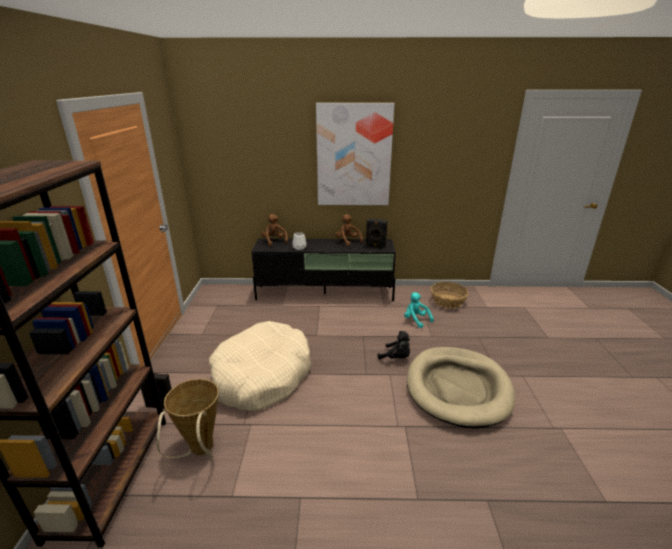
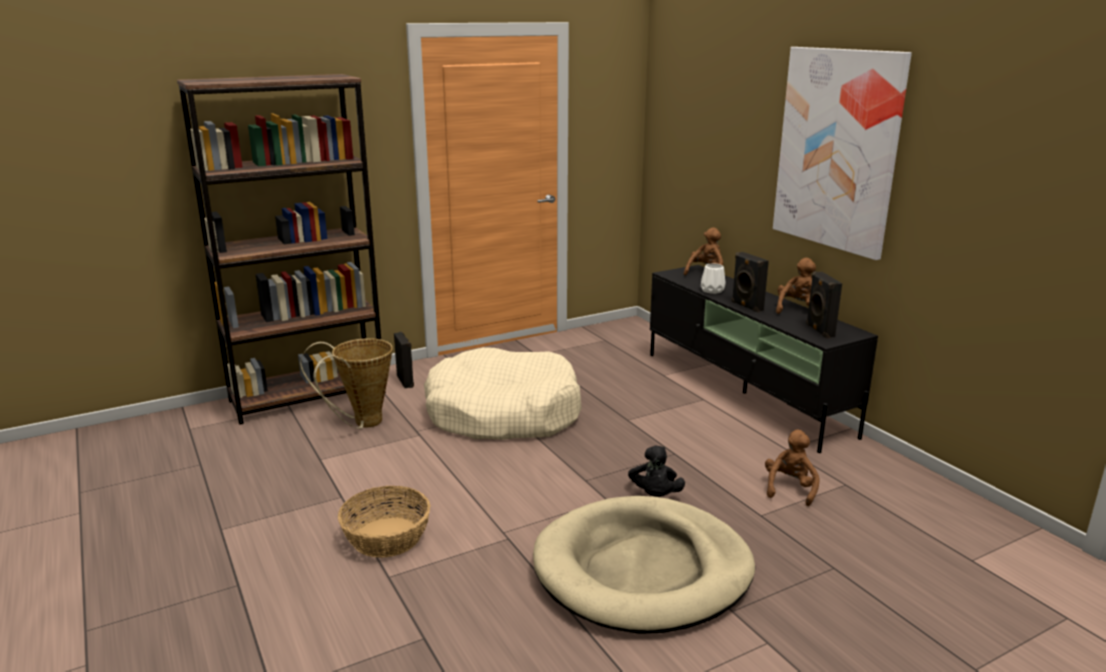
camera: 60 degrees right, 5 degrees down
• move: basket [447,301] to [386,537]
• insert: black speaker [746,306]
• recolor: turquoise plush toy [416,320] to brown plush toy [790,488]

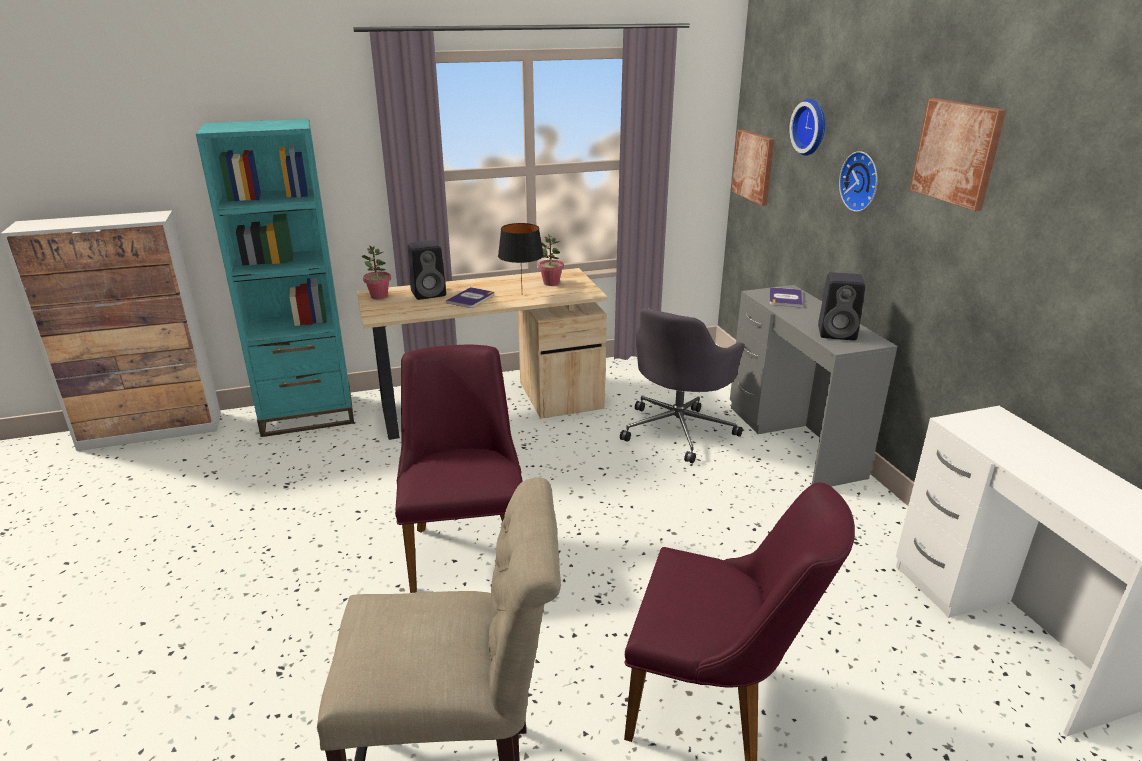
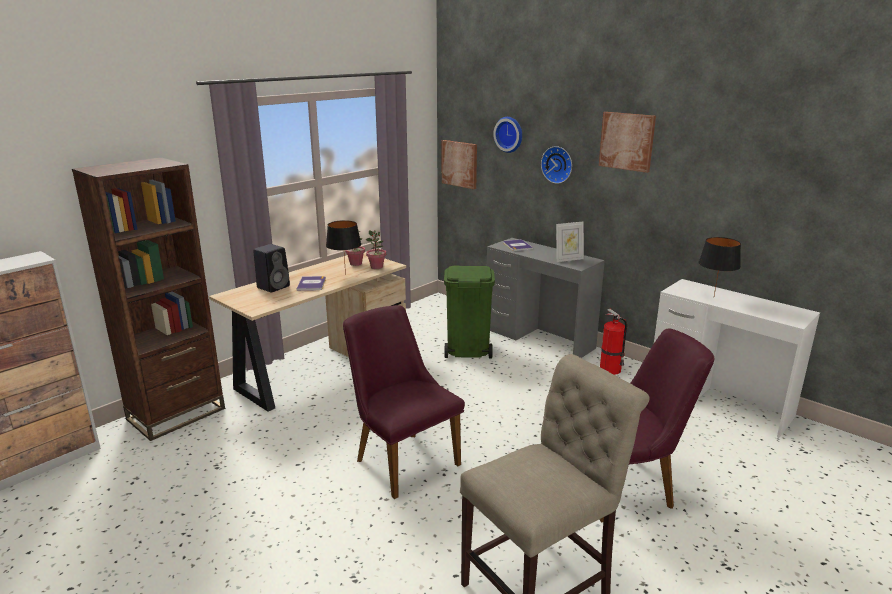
camera: 30 degrees left, 5 degrees down
• recolor: turquoise bookcase [308,415] to brown bookcase [176,414]
• move: potted plant [379,296] to [376,267]
• replace: grey office chair [679,430] to green trash can [467,350]
• replace: black speaker [838,333] to picture frame [568,259]
• insert: fire extinguisher [611,370]
• insert: black table lamp [714,297]

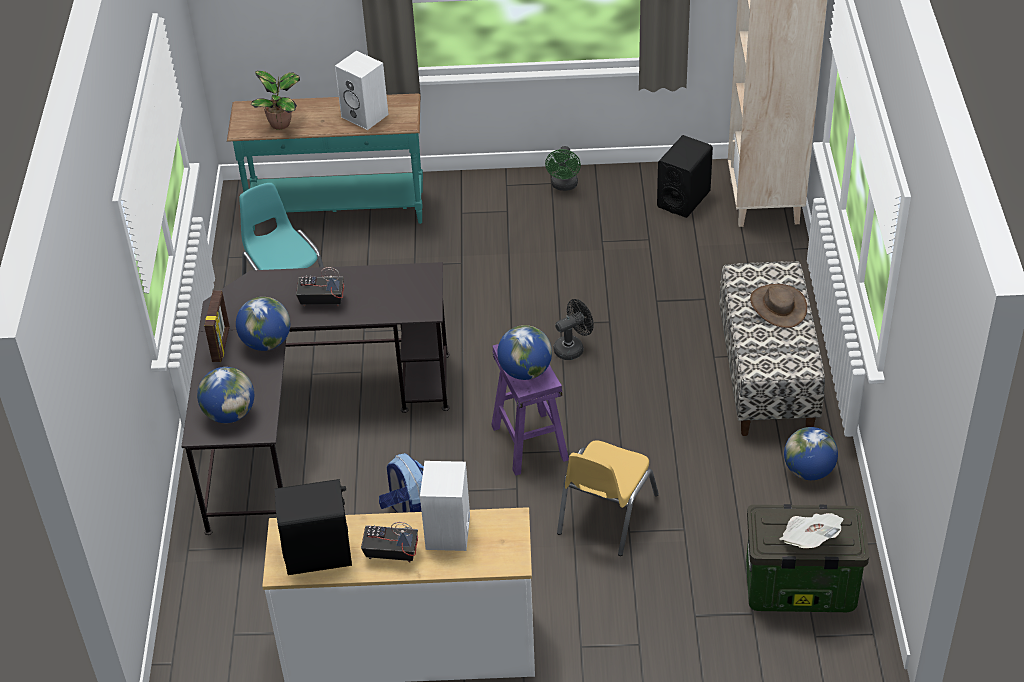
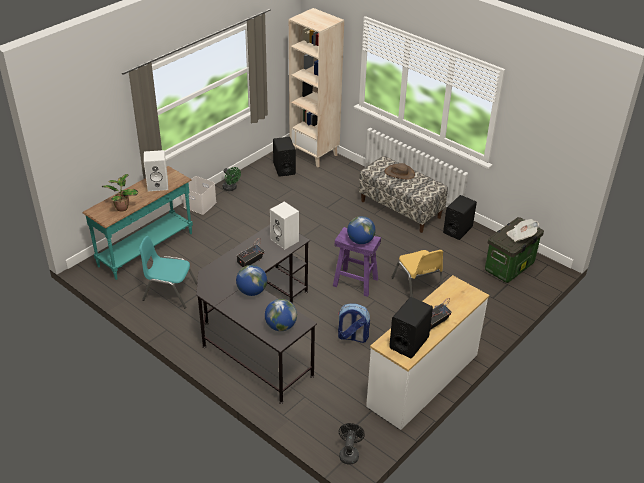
camera: 50 degrees left, 5 degrees down
• insert: white storage box [200,204]
• move: white speaker [449,533] to [285,240]
• move: black fan [573,348] to [349,453]
• replace: globe [808,471] to black speaker [457,230]
• delete: picture frame [221,345]

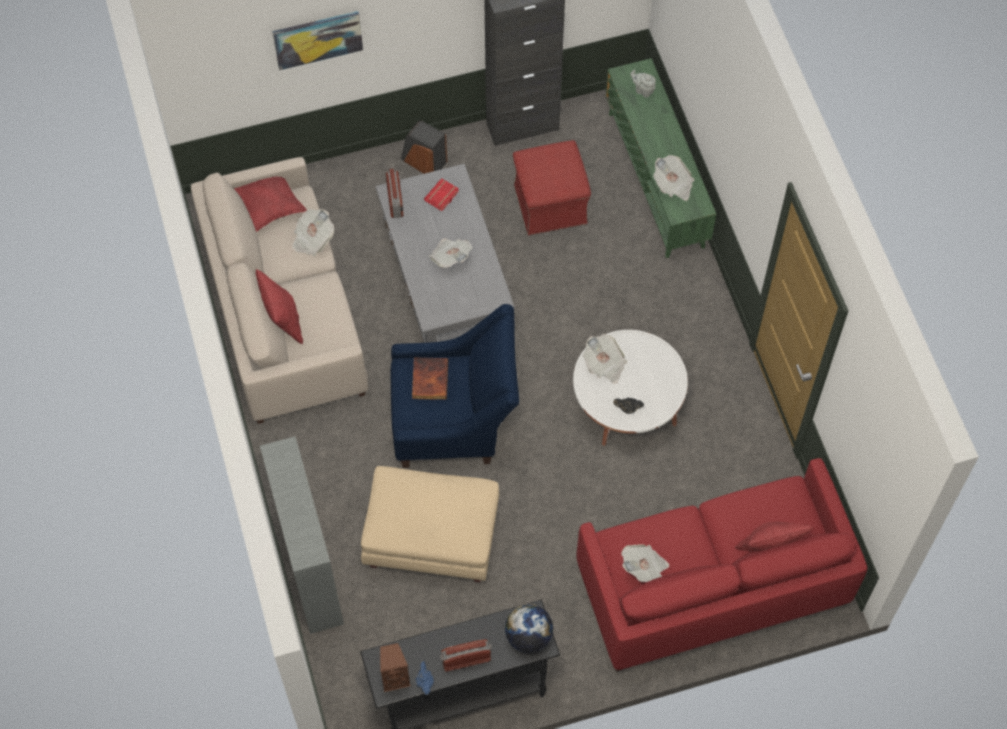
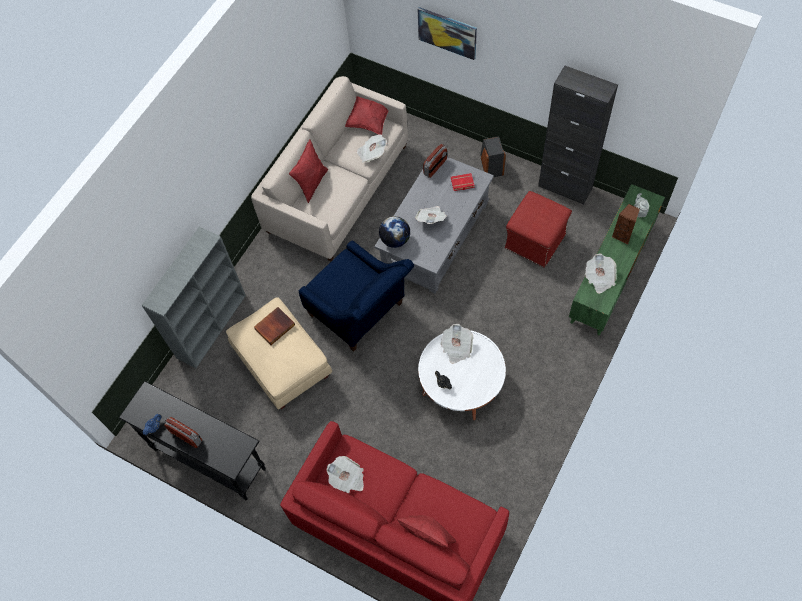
camera: 50 degrees right, 0 degrees up
• move: book [429,379] to [274,326]
• move: globe [528,636] to [395,240]
• move: brown speaker [395,677] to [623,235]

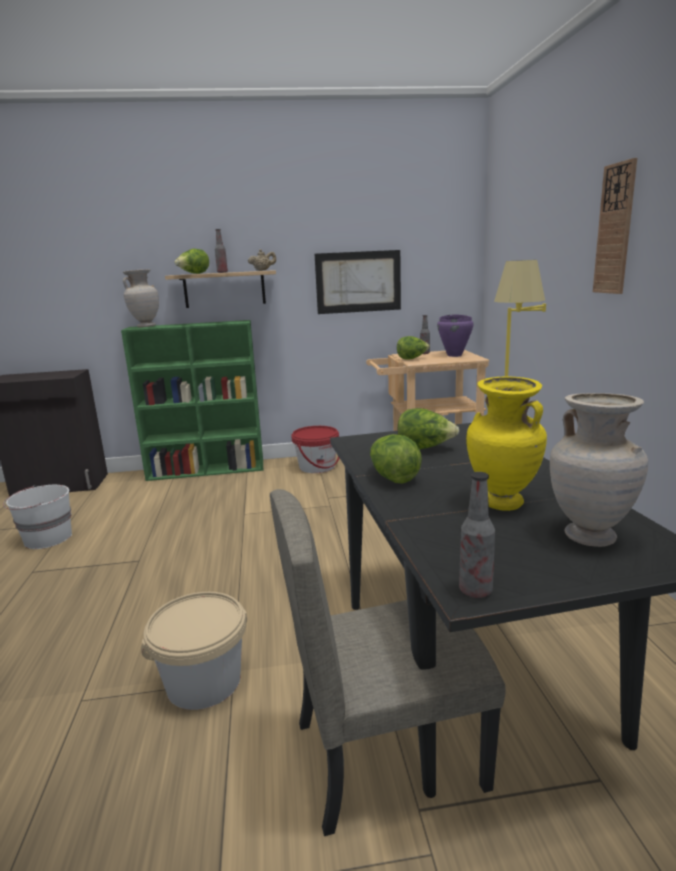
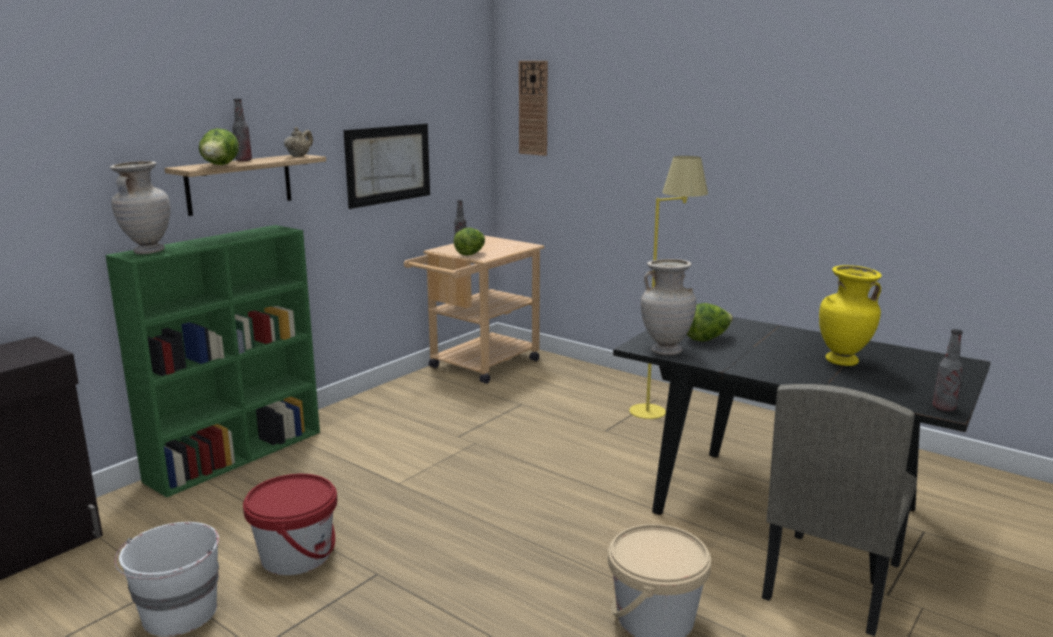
camera: 45 degrees left, 0 degrees up
• move: red bucket [317,467] to [296,555]
• move: wall clock [615,229] to [533,108]
• move: beige vase [590,536] to [666,351]
• delete: lettuce [393,478]
• delete: purple cooking pot [454,355]

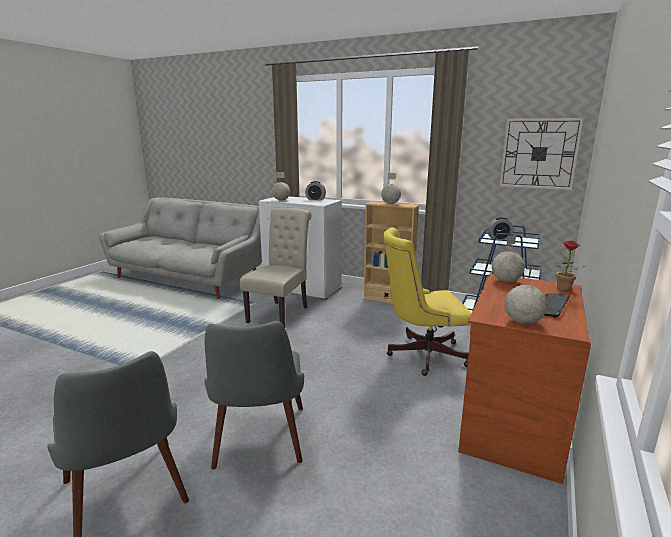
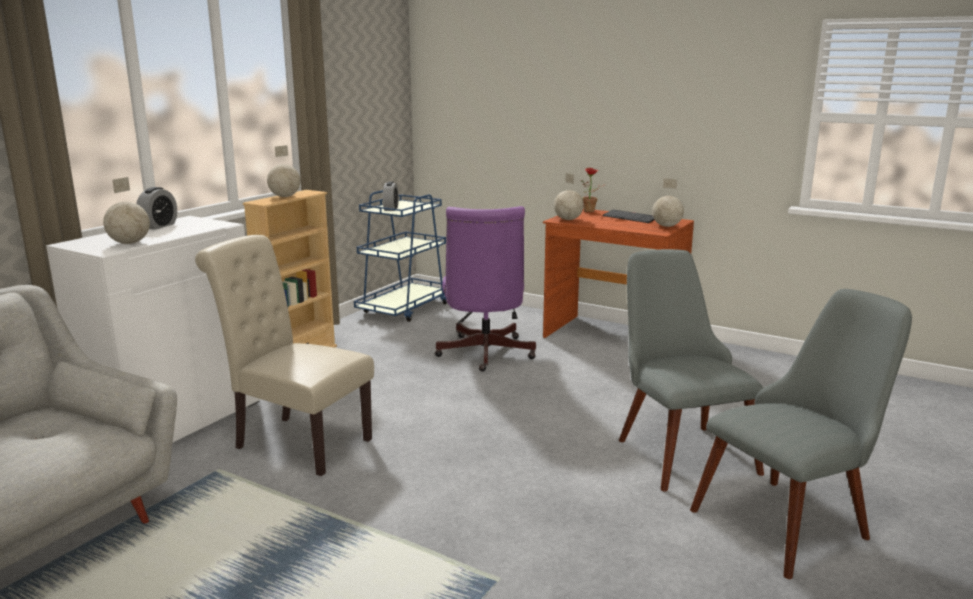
camera: 85 degrees left, 0 degrees up
• recolor: yellow office chair [421,354] to purple office chair [484,355]
• rotate: grey chair [259,445] = [677,448] 105 degrees counterclockwise
• delete: wall clock [539,153]

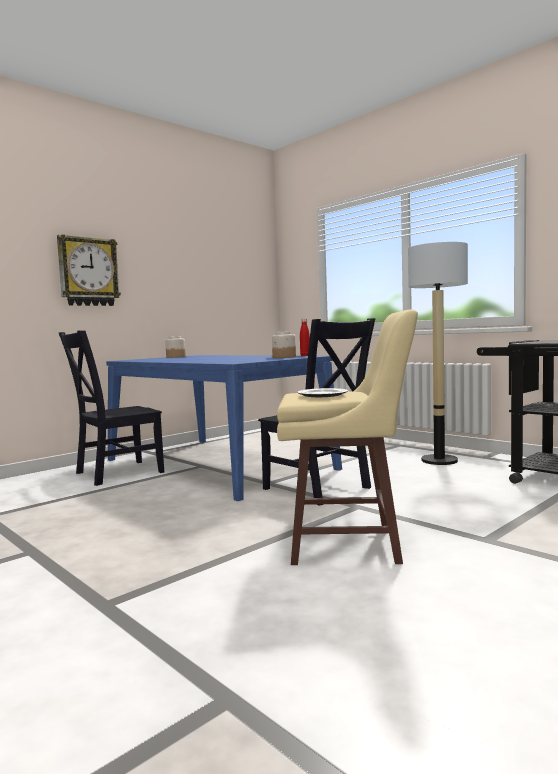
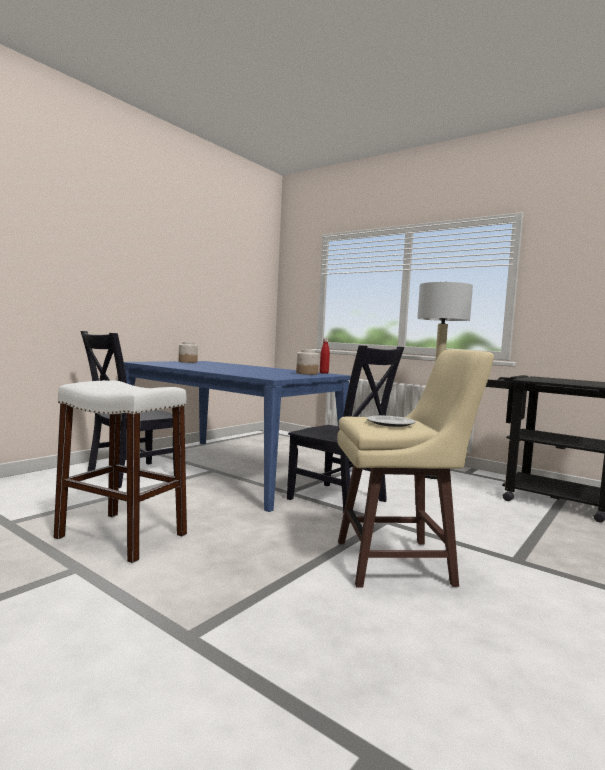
camera: 10 degrees left, 0 degrees up
• insert: white stool [121,536]
• delete: wall clock [88,272]

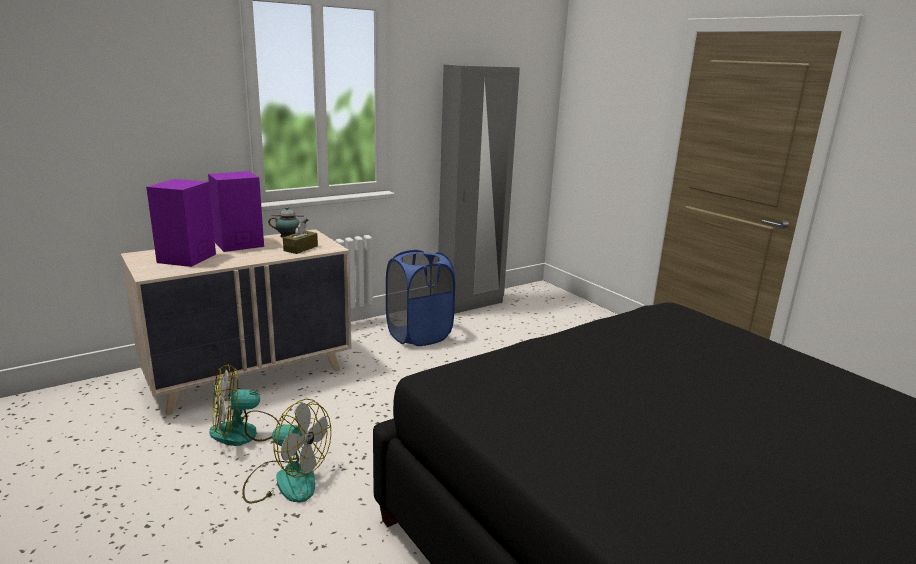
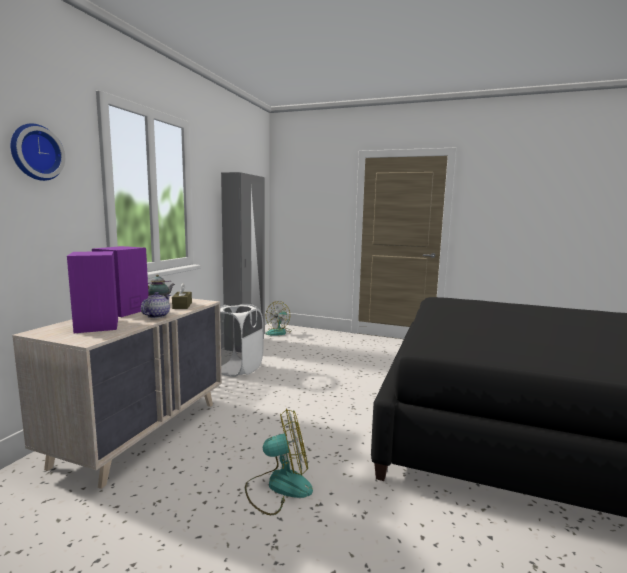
camera: 35 degrees left, 10 degrees down
• insert: wall clock [35,152]
• insert: teapot [156,316]
• recolor: blue laundry basket [419,335] to white laundry basket [238,369]
• move: fan [245,432] to [279,332]

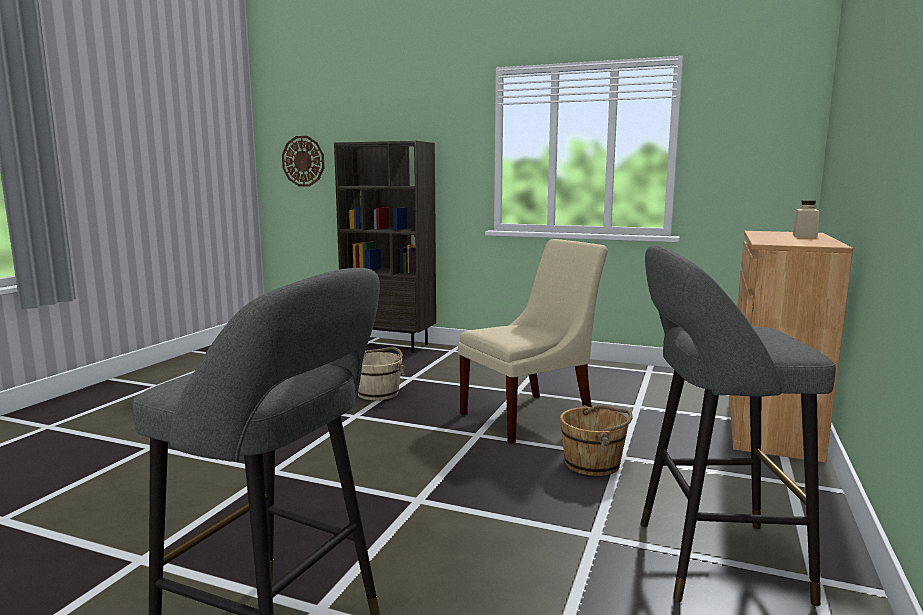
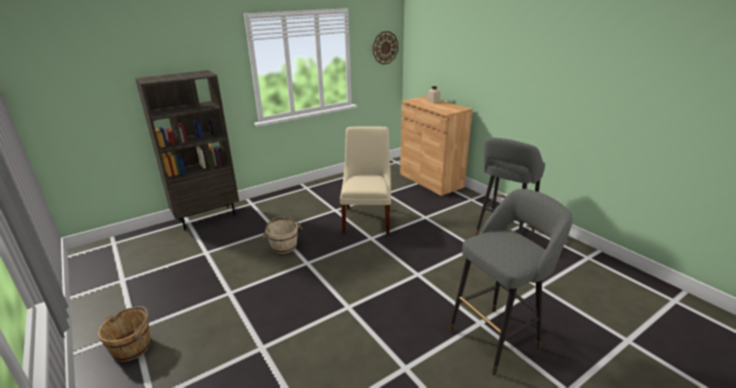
camera: 55 degrees left, 15 degrees up
• move: brown bucket [593,464] to [132,347]
• move: wall clock [303,161] to [385,47]

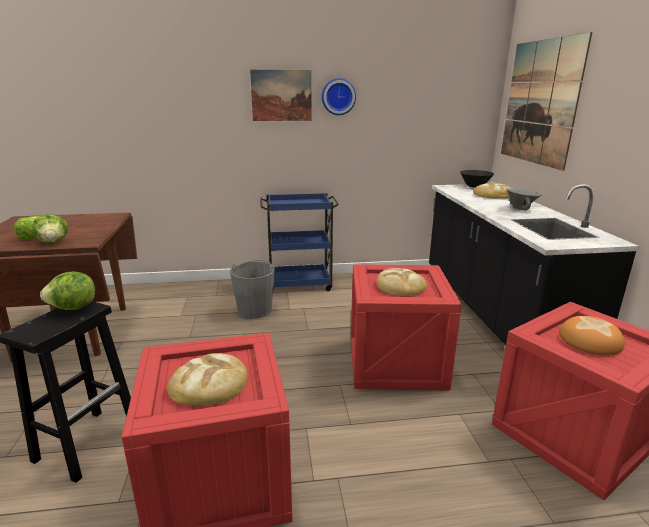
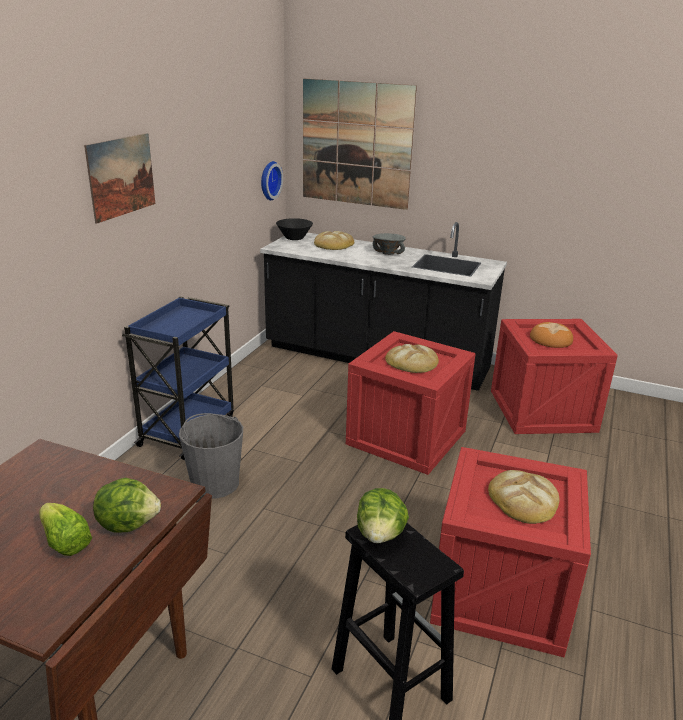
camera: 60 degrees left, 5 degrees up
• move: wall clock [338,96] to [268,180]

